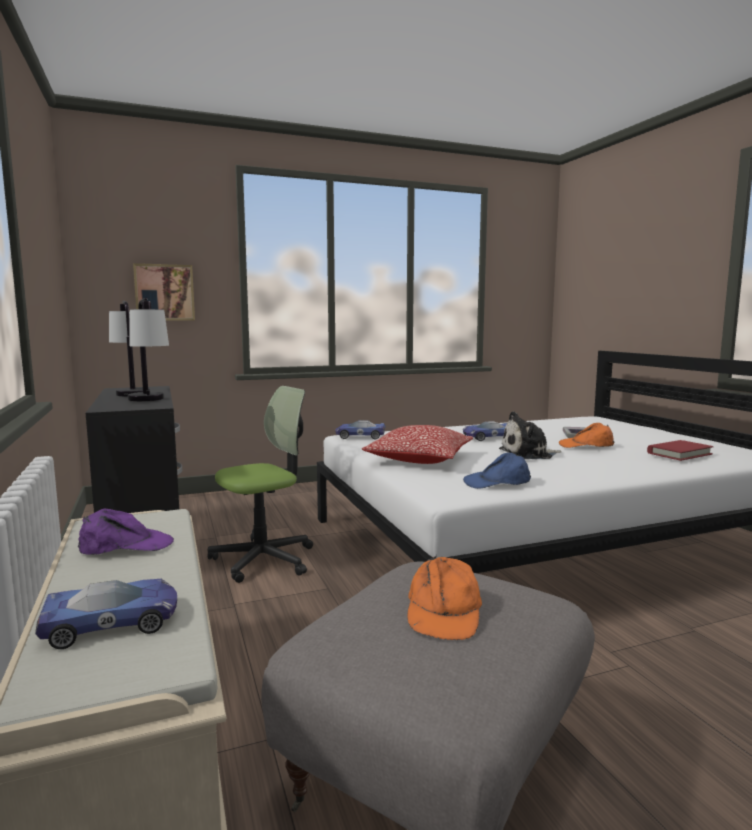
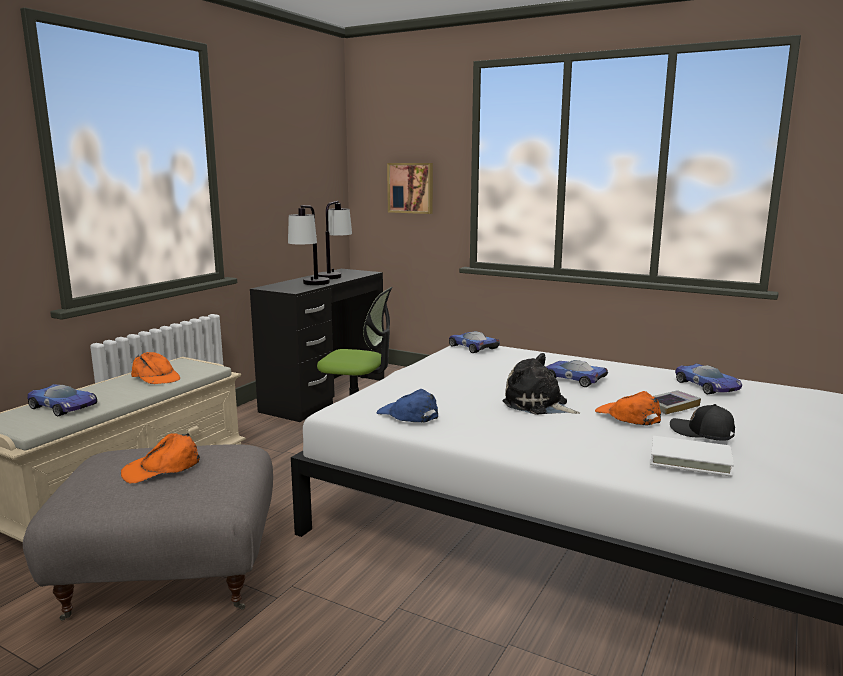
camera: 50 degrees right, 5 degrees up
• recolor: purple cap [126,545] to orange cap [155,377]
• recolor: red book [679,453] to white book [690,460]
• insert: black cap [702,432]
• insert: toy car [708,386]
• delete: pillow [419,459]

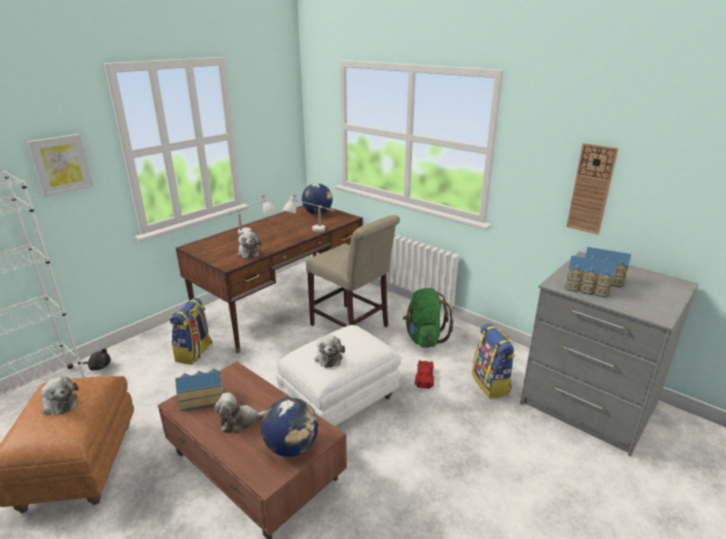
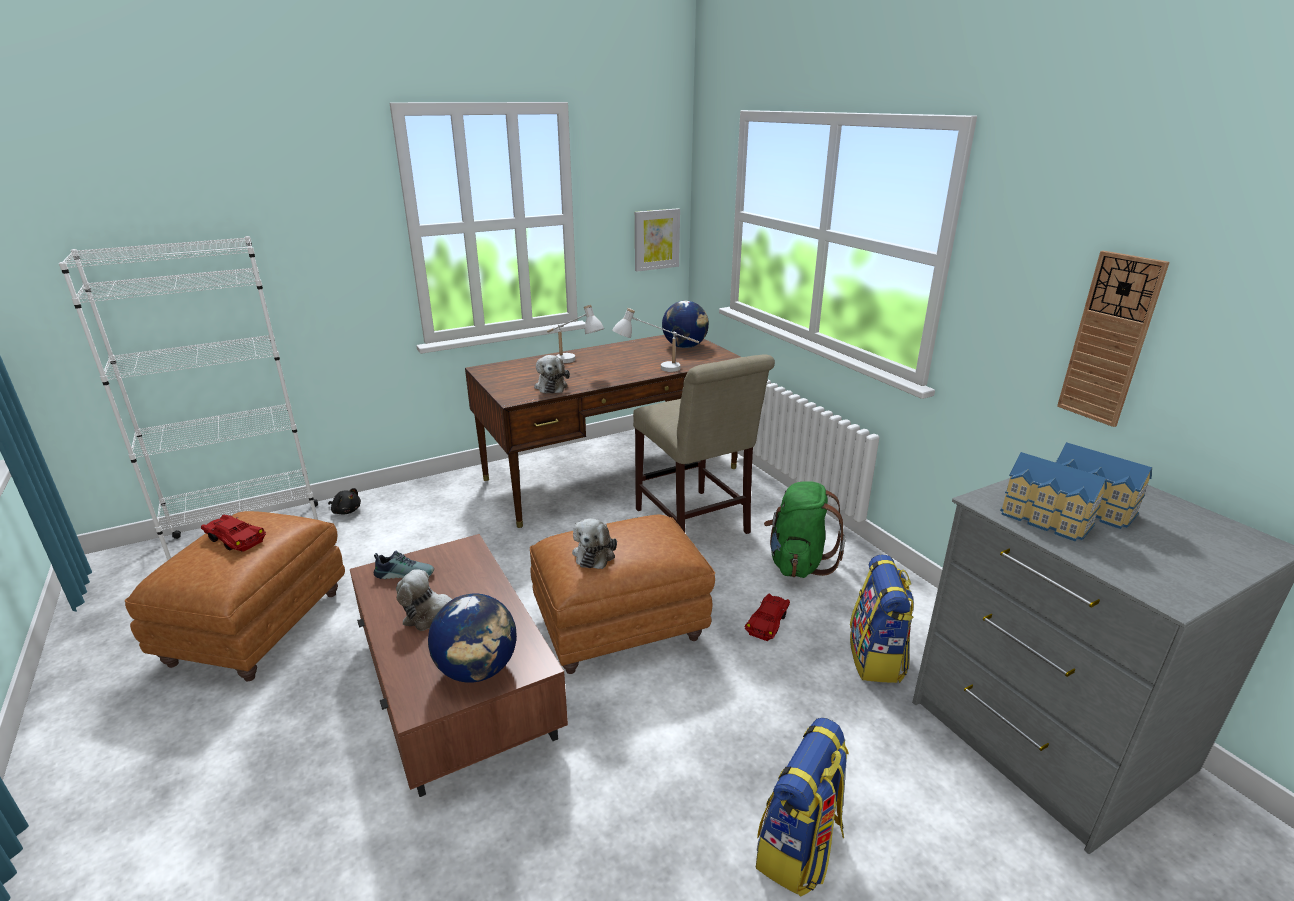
camera: 20 degrees right, 0 degrees up
• replace: plush toy [59,403] to red toy car [234,539]
• replace: toy house [202,398] to shoe [405,573]
• recolor: white ottoman [340,401] to brown ottoman [621,627]
• move: picture [61,164] to [656,239]
• move: backpack [195,353] to [799,849]

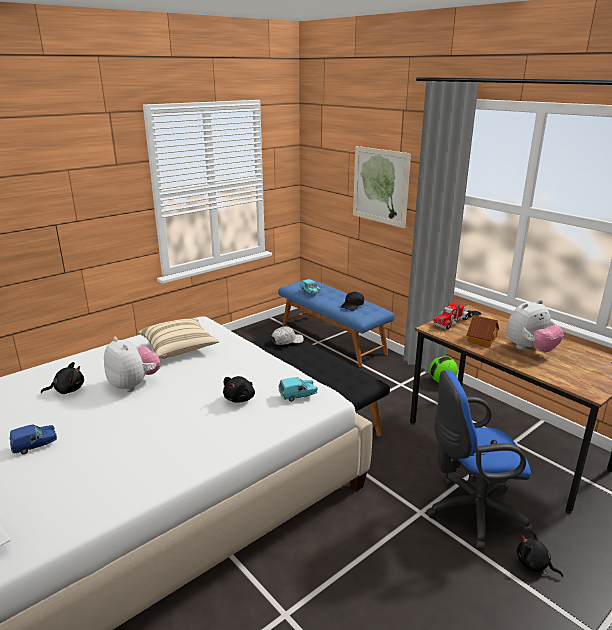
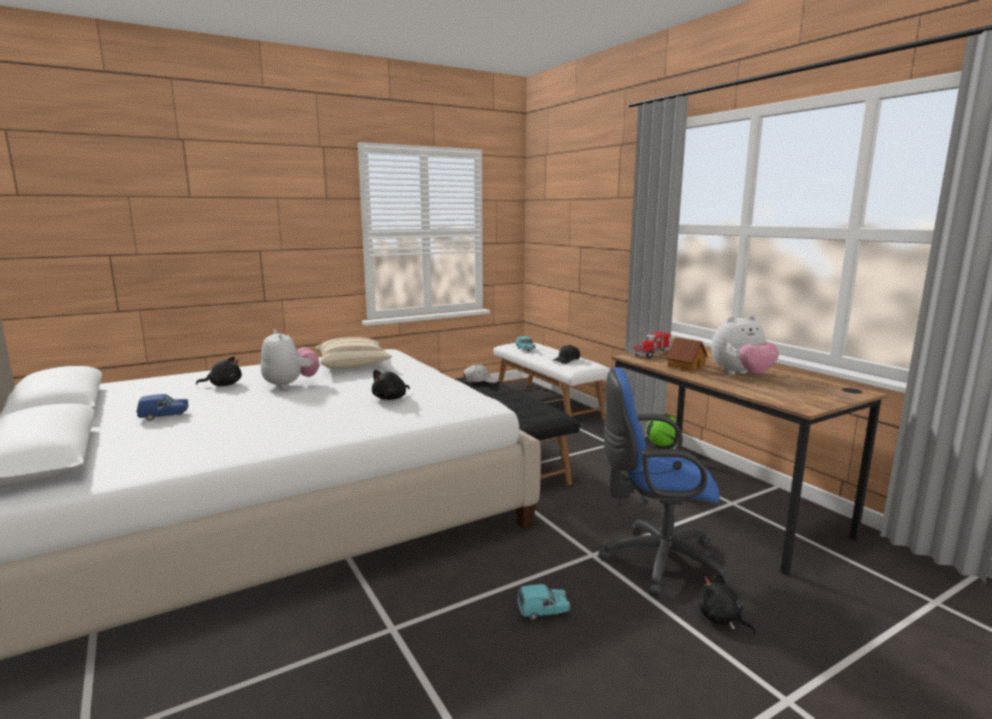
camera: 10 degrees right, 10 degrees down
• recolor: blue bench [333,339] to white bench [548,403]
• move: turquoise toy car [298,395] to [543,611]
• delete: picture [380,186]

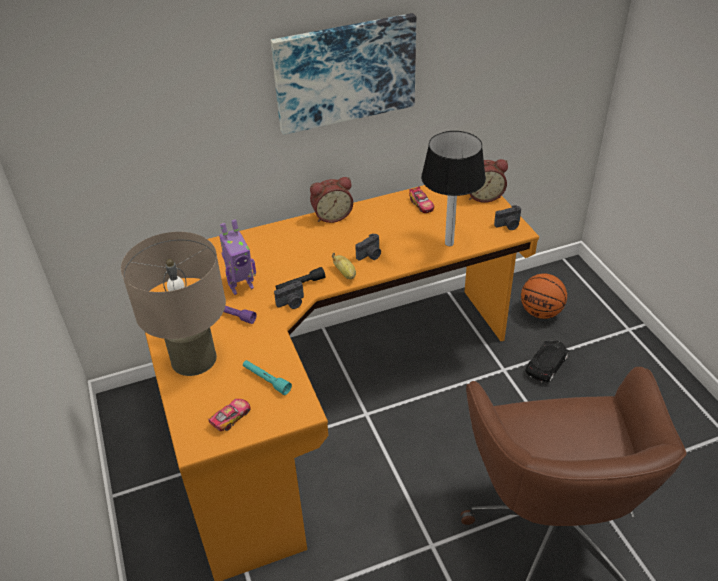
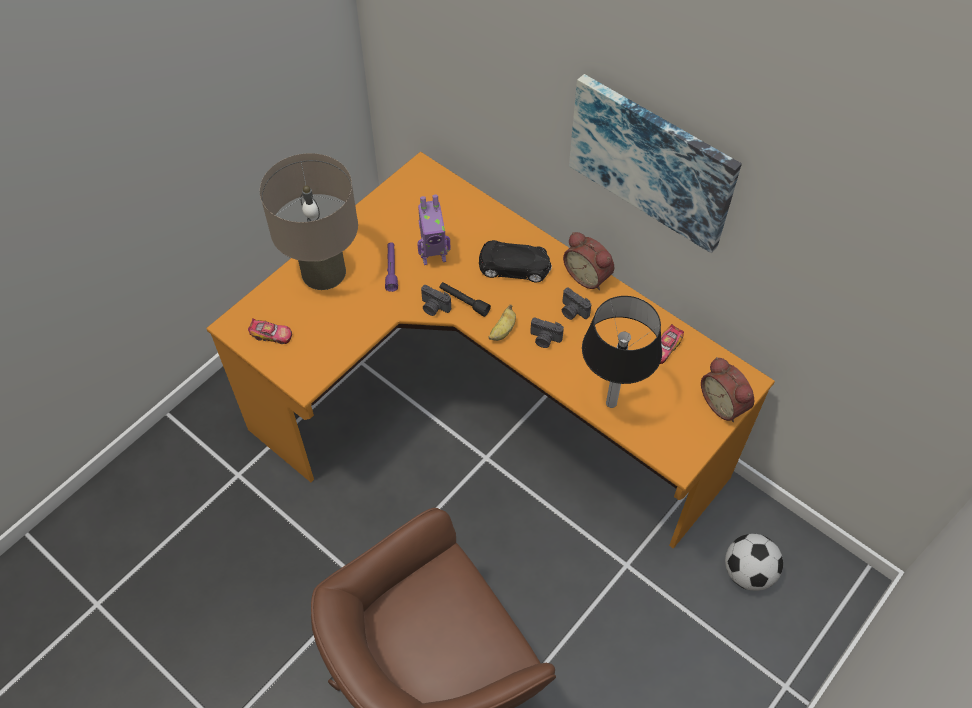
camera: 60 degrees right, 15 degrees up
• rotate: toy robot [241,286] = [433,256] 45 degrees counterclockwise
• move: black toy car [547,365] to [515,267]
• move: photo camera [508,225] to [572,312]
• replace: basketball [541,312] to football [748,572]
• delete: turquoise flashlight [266,380]

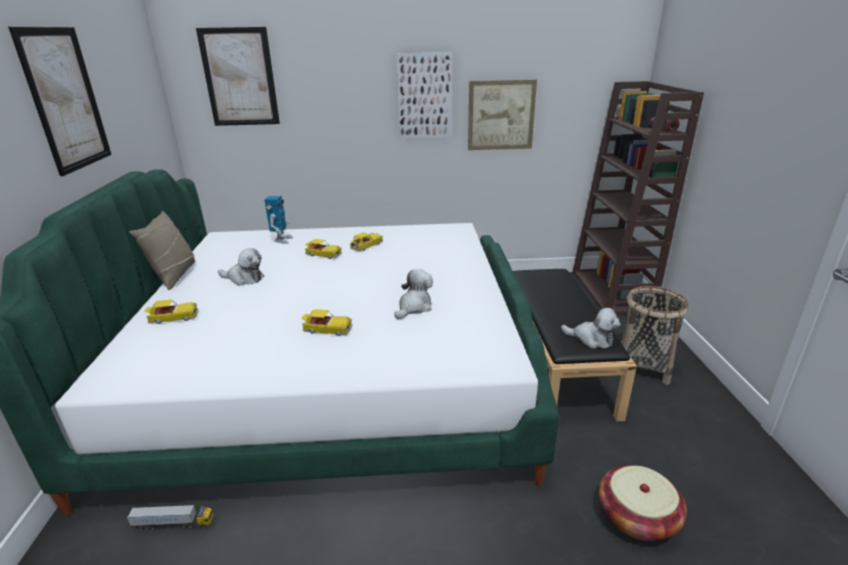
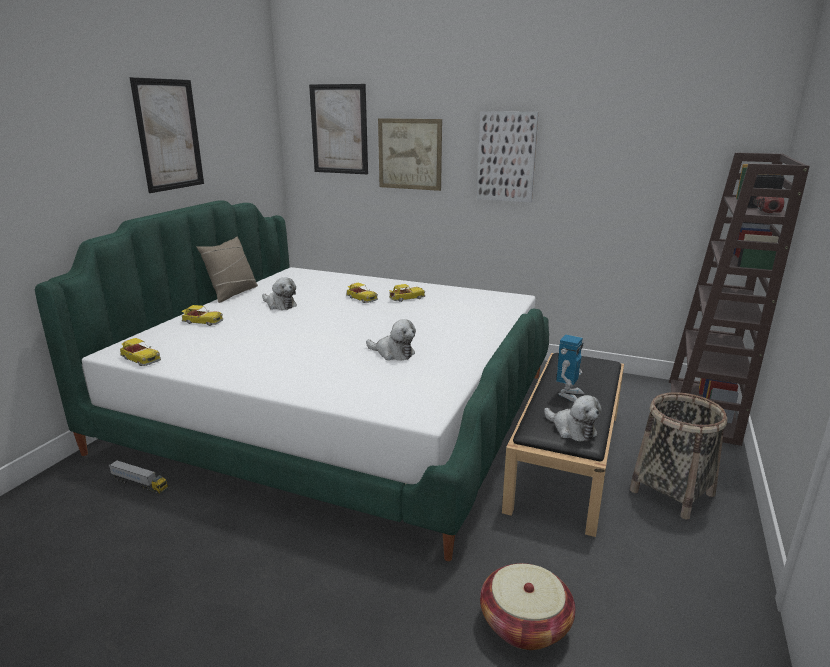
camera: 25 degrees right, 5 degrees down
• move: toy car [327,330] to [140,359]
• rotate: plush toy [414,307] = [393,353] 60 degrees clockwise
• move: picture [501,115] to [410,154]
• move: toy robot [282,240] to [568,394]

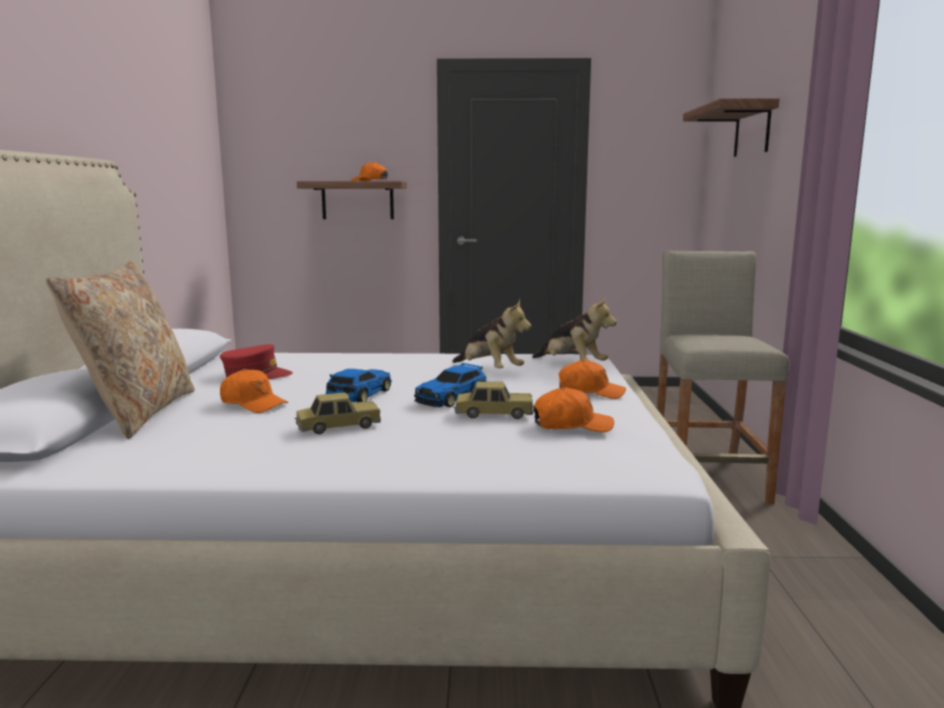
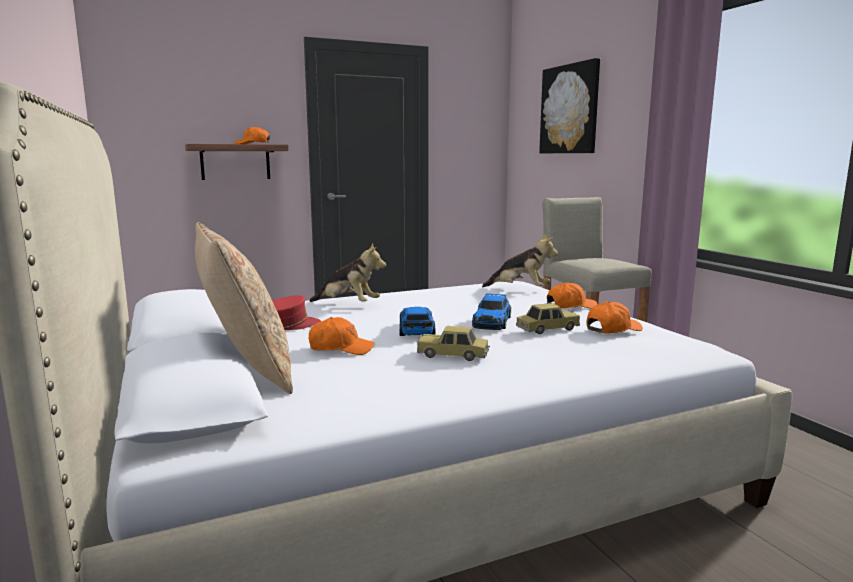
camera: 25 degrees left, 0 degrees up
• move: plush toy [489,371] to [348,305]
• rotate: toy car [338,426] = [453,355] 120 degrees counterclockwise
• replace: shelf [752,130] to picture [570,109]

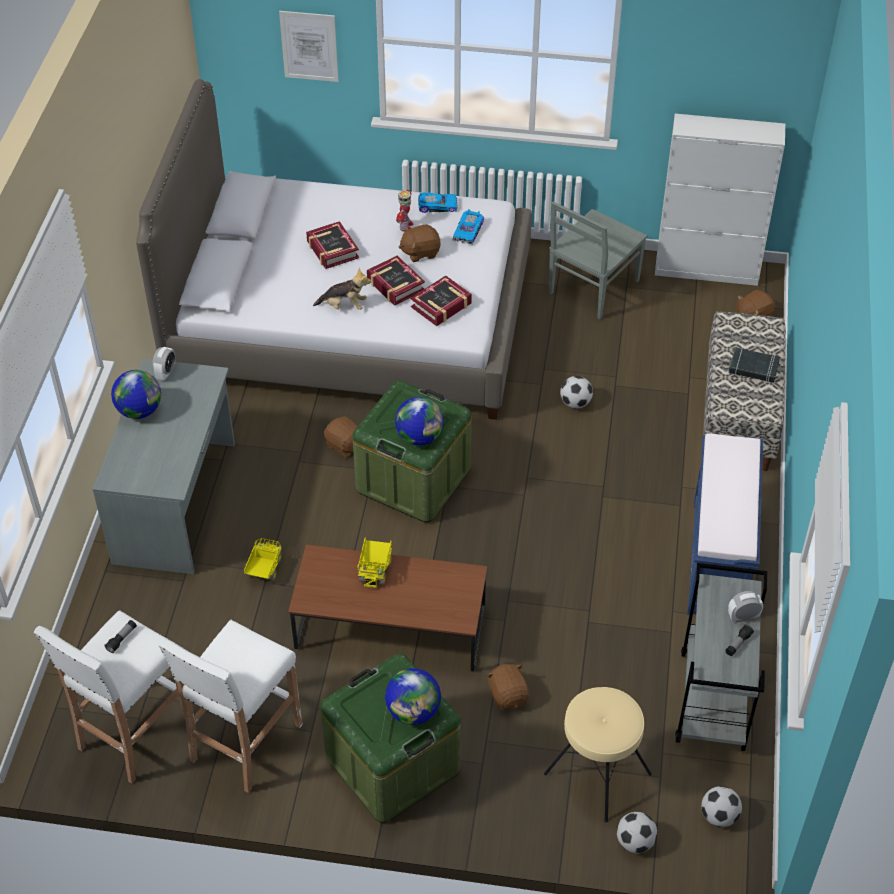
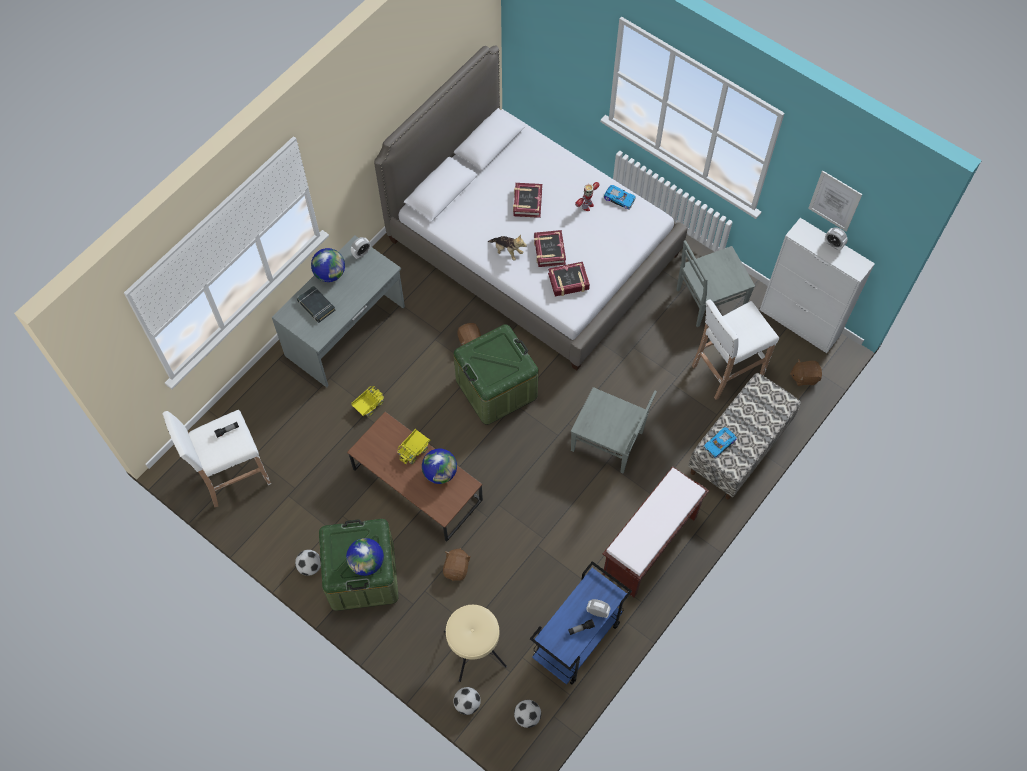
camera: 30 degrees right, 15 degrees up
• move: football [575,403] to [310,566]
• move: black book [753,368] to [316,306]
• move: globe [419,437] to [440,472]
• recolor: grey cart [713,701] to blue cart [576,641]
• insert: grey chair [608,442]
• recolor: blue bench [718,559] to brown bench [649,546]
• move: white stool [244,744] to [725,371]
• move: toy car [469,231] to [720,444]
• move: picture [309,46] to [835,201]
• insert: alarm clock [833,244]
• delete: brown plush toy [420,252]

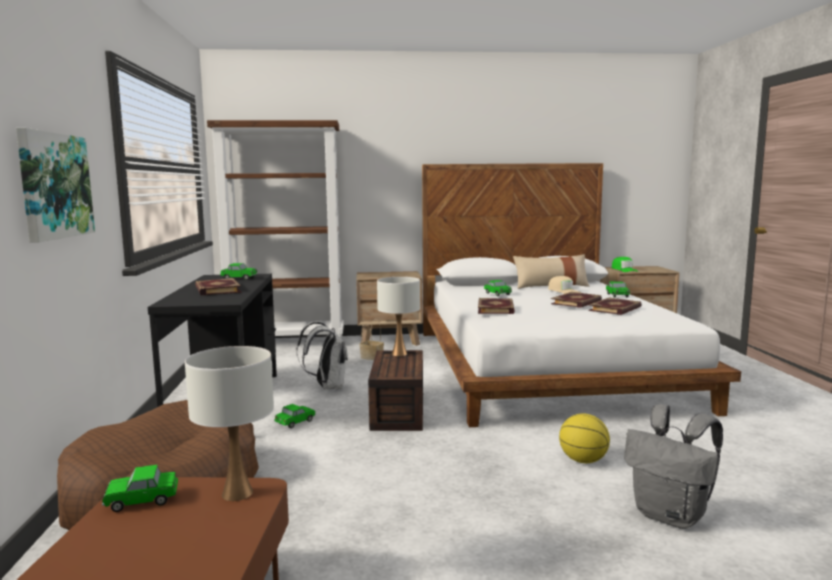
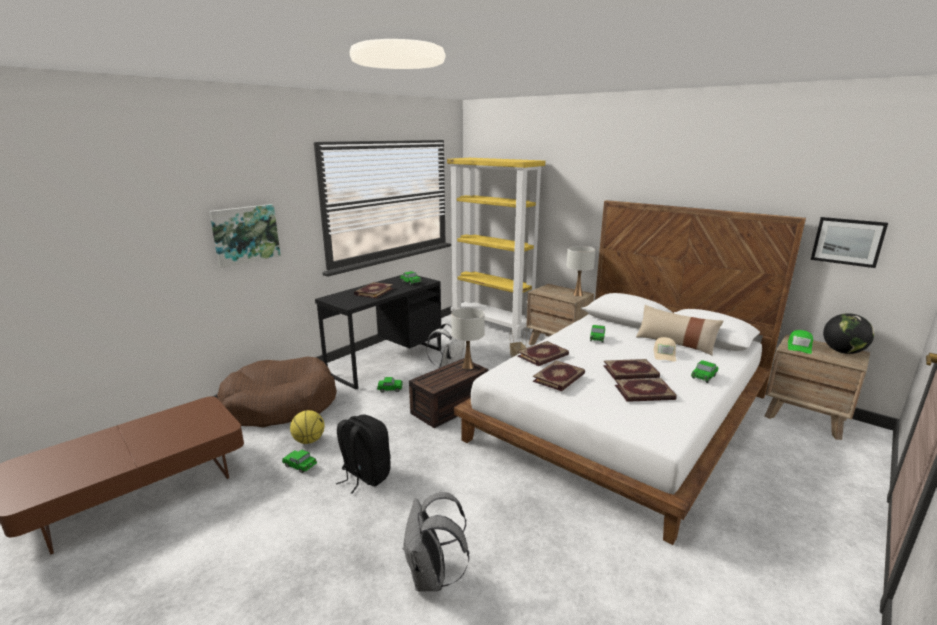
camera: 45 degrees right, 10 degrees up
• move: toy car [142,500] to [300,466]
• move: basketball [582,460] to [309,440]
• insert: black backpack [364,476]
• recolor: brown bookcase [287,343] to yellow bookcase [492,324]
• insert: book [559,378]
• move: white table lamp [238,493] to [577,295]
• insert: picture [847,241]
• insert: globe [842,352]

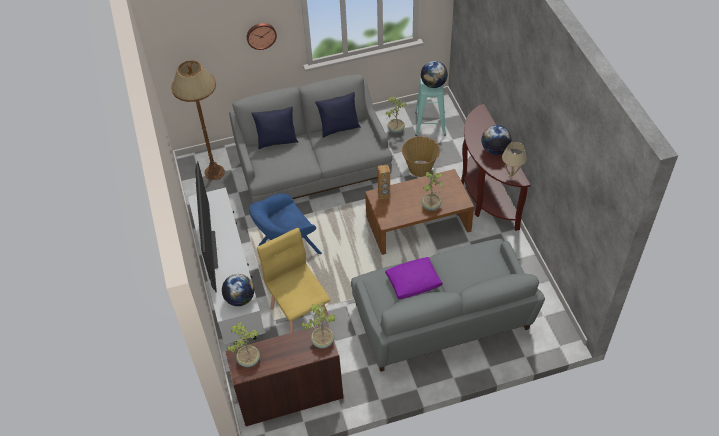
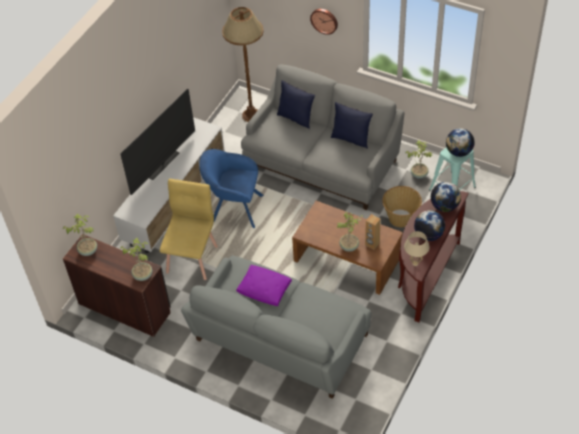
camera: 45 degrees right, 0 degrees up
• move: brown speaker [384,194] to [372,244]
• move: globe [240,299] to [444,206]

